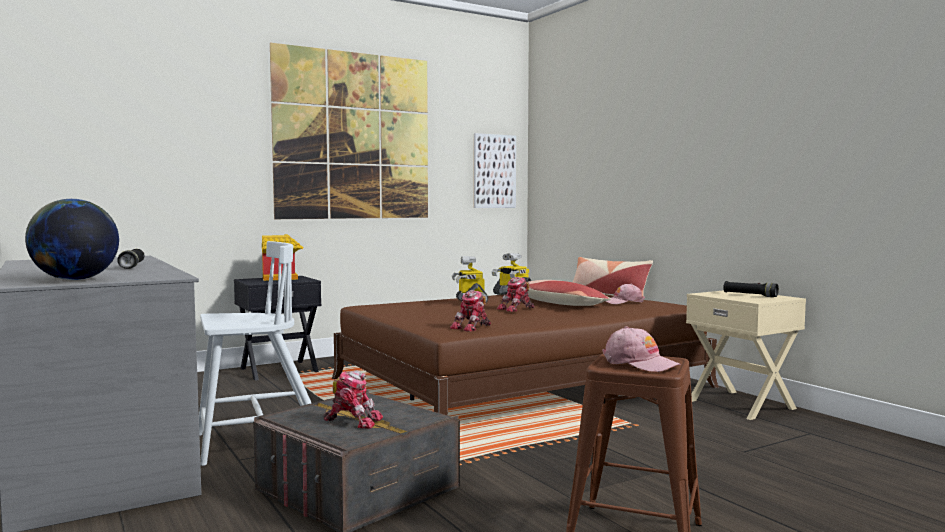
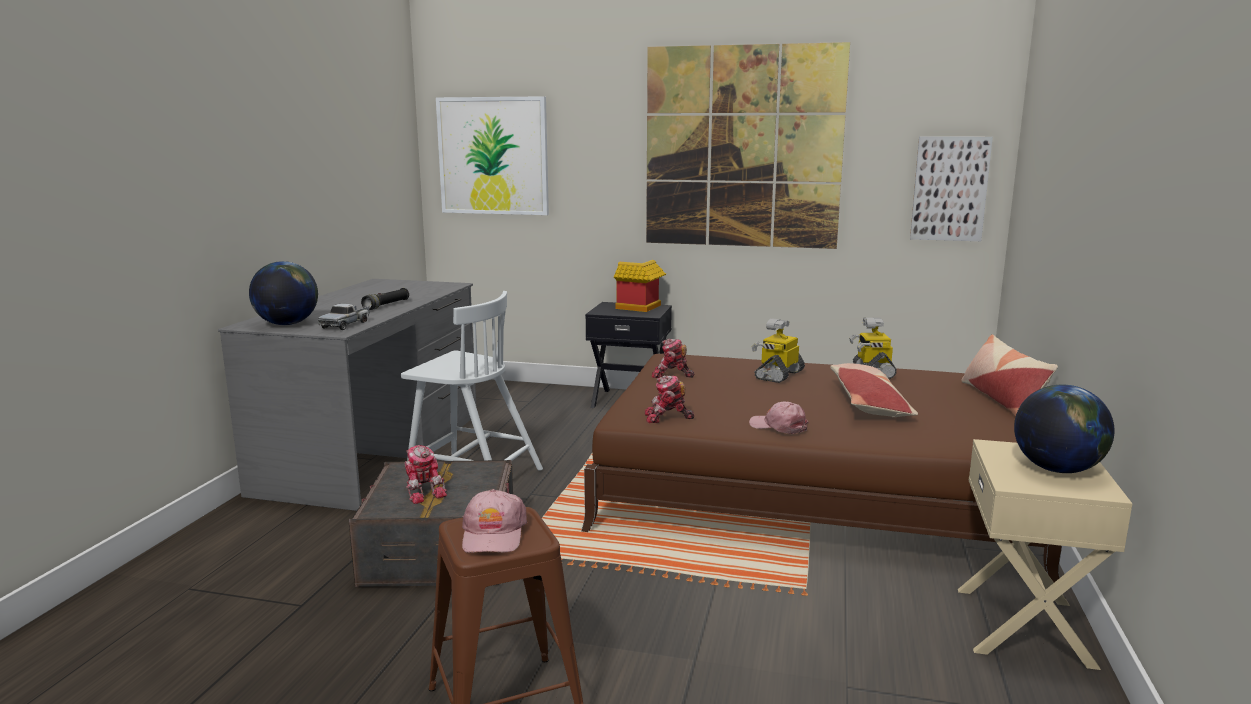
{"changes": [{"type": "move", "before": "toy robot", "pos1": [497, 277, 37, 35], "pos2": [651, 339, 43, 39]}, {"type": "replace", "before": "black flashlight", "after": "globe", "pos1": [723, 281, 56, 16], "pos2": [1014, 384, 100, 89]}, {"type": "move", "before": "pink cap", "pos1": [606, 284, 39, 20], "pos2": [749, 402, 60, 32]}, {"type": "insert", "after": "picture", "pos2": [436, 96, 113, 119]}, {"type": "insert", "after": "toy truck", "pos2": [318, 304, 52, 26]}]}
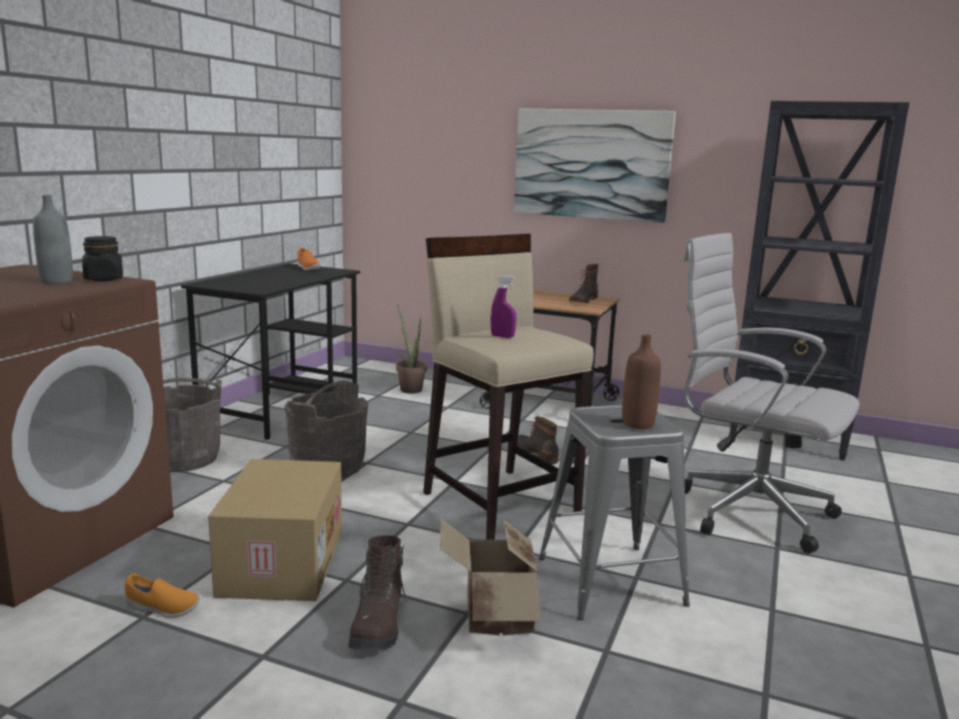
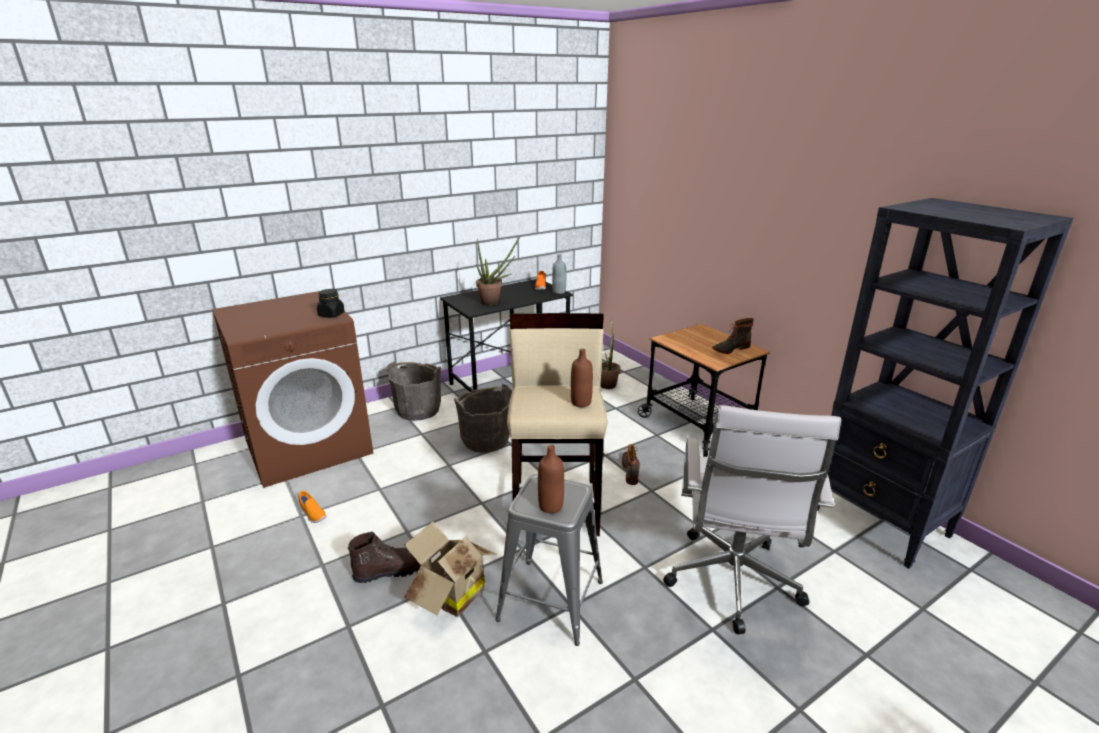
{"changes": [{"type": "delete", "before": "picture", "pos1": [514, 108, 162, 115]}, {"type": "move", "before": "grey bottle", "pos1": [33, 195, 40, 89], "pos2": [552, 254, 14, 40]}, {"type": "rotate", "before": "white office chair", "pos1": [683, 233, 177, 320], "pos2": [663, 405, 178, 229], "turn": -150}, {"type": "delete", "before": "purple spray bottle", "pos1": [490, 275, 26, 63]}, {"type": "delete", "before": "cardboard box", "pos1": [208, 459, 134, 142]}, {"type": "rotate", "before": "brown boot", "pos1": [348, 535, 59, 116], "pos2": [348, 531, 73, 52], "turn": -150}, {"type": "insert", "after": "potted plant", "pos2": [476, 237, 44, 69]}, {"type": "insert", "after": "brown bottle", "pos2": [571, 349, 22, 58]}]}
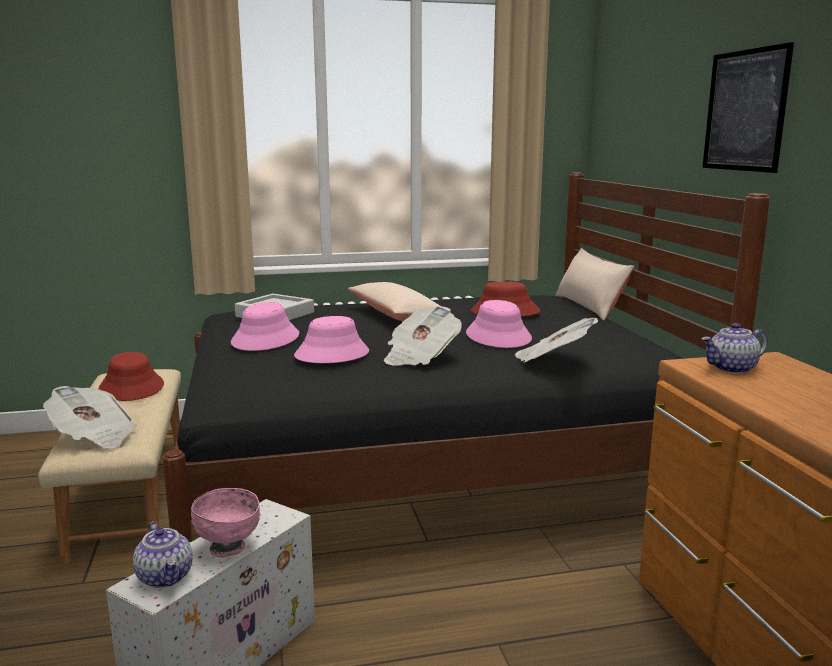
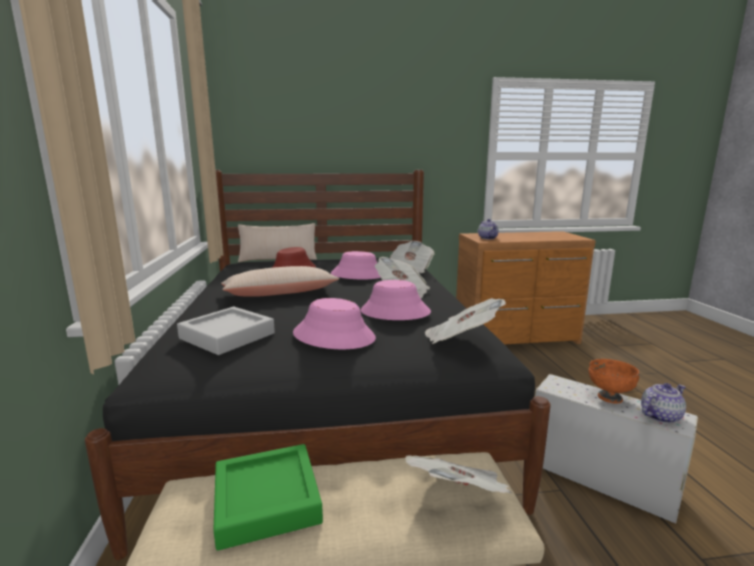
{"changes": [{"type": "delete", "before": "picture", "pos1": [702, 42, 92, 131]}, {"type": "replace", "before": "red hat", "after": "green tray", "pos1": [99, 352, 65, 49], "pos2": [213, 444, 110, 107]}, {"type": "recolor", "before": "pink bowl", "after": "orange bowl", "pos1": [191, 488, 70, 70], "pos2": [589, 359, 50, 45]}, {"type": "insert", "after": "newspaper", "pos2": [425, 298, 81, 46]}]}
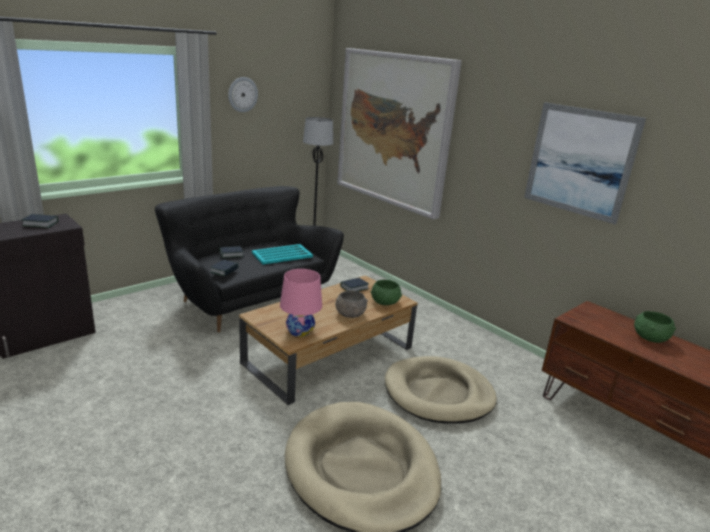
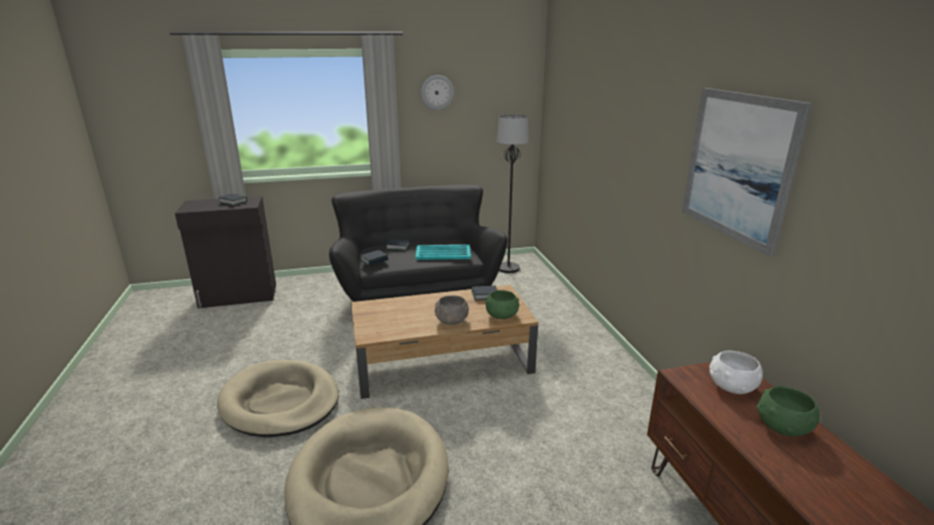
{"changes": [{"type": "delete", "before": "picture", "pos1": [337, 48, 125, 172]}, {"type": "delete", "before": "pink table lamp", "pos1": [280, 269, 42, 68]}, {"type": "move", "before": "beige dog bed", "pos1": [385, 356, 112, 68], "pos2": [217, 360, 122, 77]}, {"type": "insert", "after": "white bowl", "pos2": [709, 350, 54, 44]}]}
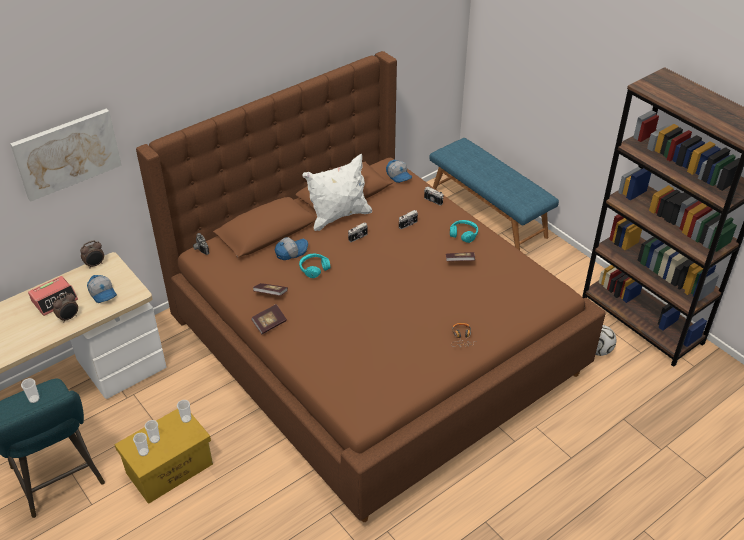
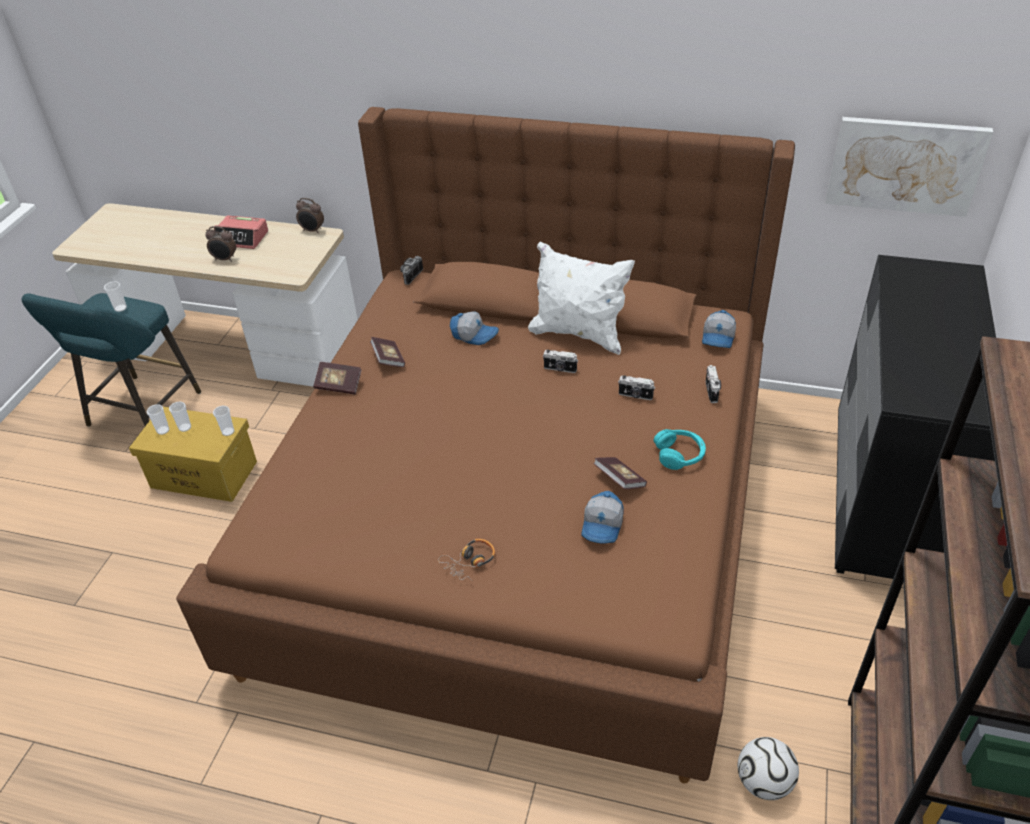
{"changes": [{"type": "move", "before": "picture", "pos1": [10, 108, 112, 94], "pos2": [825, 117, 168, 100]}, {"type": "replace", "before": "blue bench", "after": "black dresser", "pos1": [429, 138, 130, 112], "pos2": [835, 255, 161, 324]}, {"type": "delete", "before": "turquoise headphones", "pos1": [299, 254, 32, 24]}, {"type": "move", "before": "cap", "pos1": [87, 275, 30, 28], "pos2": [581, 491, 43, 52]}]}
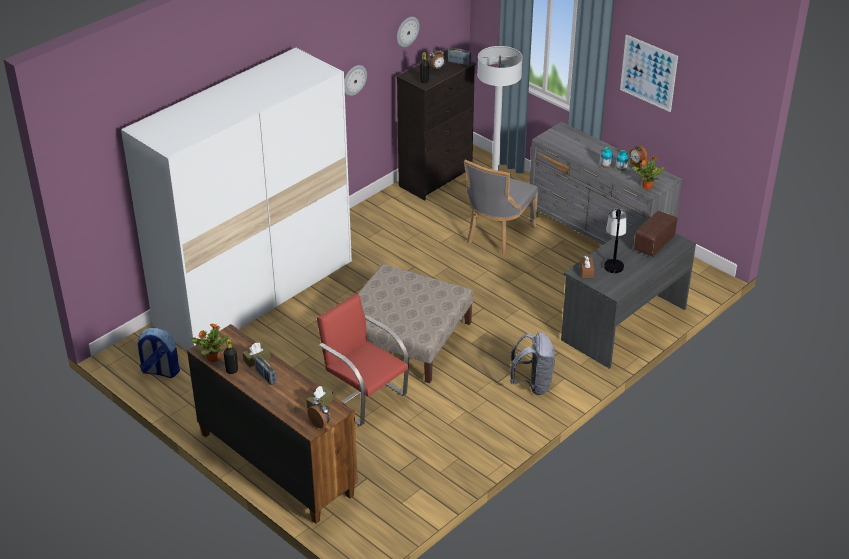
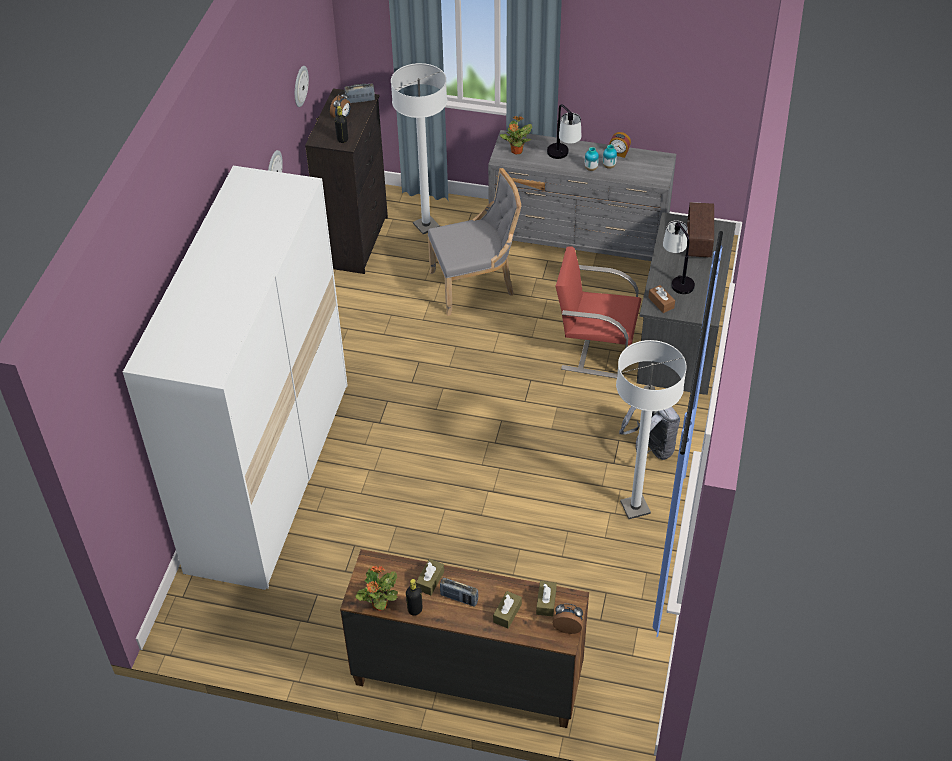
{"changes": [{"type": "delete", "before": "picture", "pos1": [620, 34, 58, 78]}, {"type": "move", "before": "potted plant", "pos1": [633, 156, 32, 34], "pos2": [500, 116, 32, 38]}, {"type": "rotate", "before": "grey chair", "pos1": [464, 159, 74, 96], "pos2": [428, 168, 93, 148], "turn": -105}, {"type": "delete", "before": "beige ottoman", "pos1": [358, 264, 115, 119]}, {"type": "move", "before": "red chair", "pos1": [317, 294, 92, 132], "pos2": [555, 246, 86, 132]}, {"type": "delete", "before": "backpack", "pos1": [137, 328, 43, 50]}, {"type": "insert", "after": "table lamp", "pos2": [547, 104, 35, 55]}, {"type": "insert", "after": "white floor lamp", "pos2": [616, 340, 71, 179]}, {"type": "insert", "after": "brown tissue box", "pos2": [493, 591, 29, 38]}]}
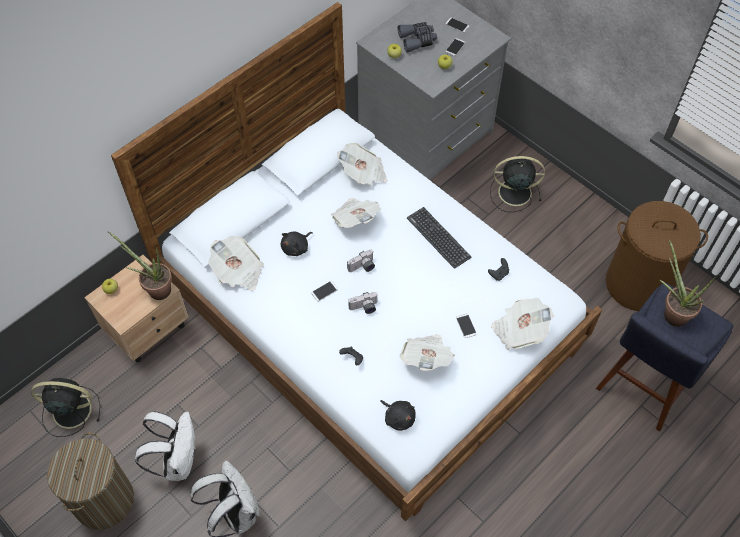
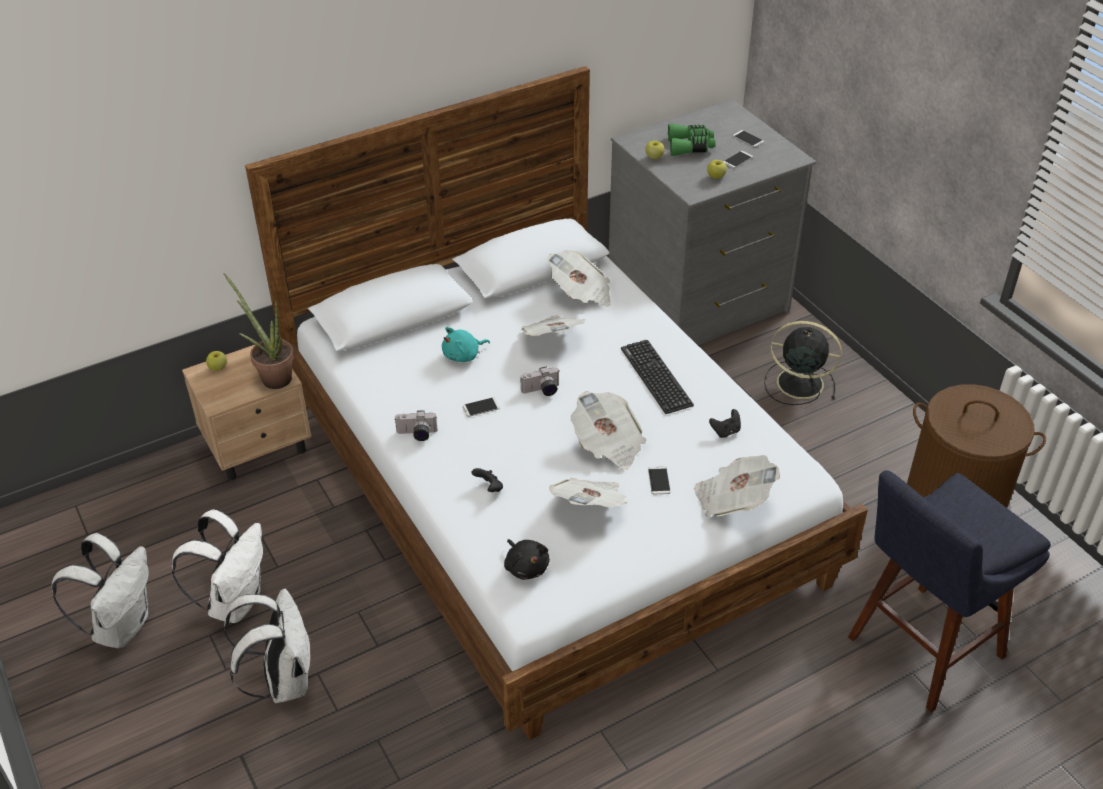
{"changes": [{"type": "recolor", "before": "grey binoculars", "after": "green binoculars", "pos1": [398, 22, 39, 31], "pos2": [668, 124, 48, 32]}, {"type": "recolor", "before": "black plush toy", "after": "turquoise plush toy", "pos1": [281, 232, 32, 24], "pos2": [442, 327, 48, 35]}, {"type": "move", "before": "newspaper", "pos1": [208, 236, 56, 55], "pos2": [571, 391, 75, 79]}, {"type": "delete", "before": "potted plant", "pos1": [660, 239, 56, 88]}, {"type": "move", "before": "photo camera", "pos1": [348, 292, 29, 22], "pos2": [395, 410, 43, 31]}, {"type": "delete", "before": "black fan", "pos1": [31, 378, 69, 59]}, {"type": "replace", "before": "laundry basket", "after": "white backpack", "pos1": [47, 432, 87, 98], "pos2": [52, 533, 97, 115]}]}
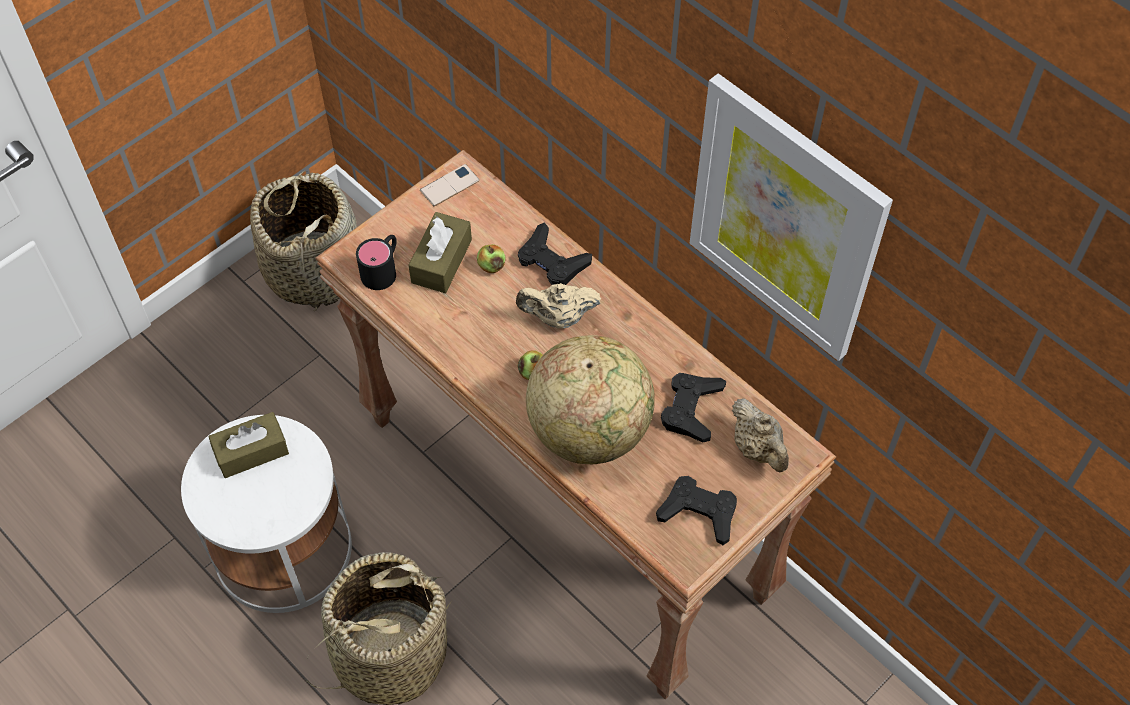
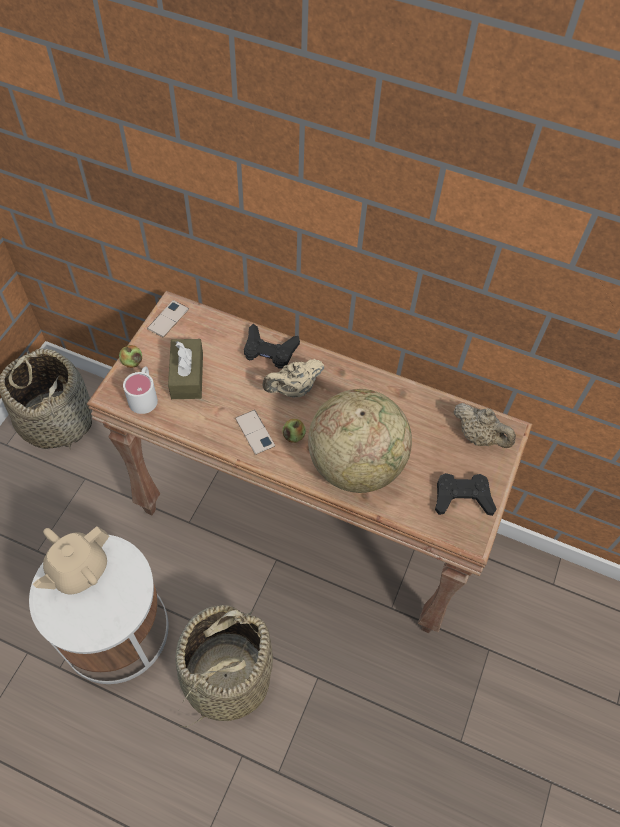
{"changes": [{"type": "delete", "before": "picture", "pos1": [690, 74, 203, 287]}, {"type": "recolor", "before": "black mug", "after": "white mug", "pos1": [356, 235, 41, 55], "pos2": [123, 367, 35, 47]}, {"type": "move", "before": "apple", "pos1": [477, 244, 29, 29], "pos2": [119, 345, 23, 23]}, {"type": "delete", "before": "black game controller", "pos1": [661, 373, 65, 69]}, {"type": "replace", "before": "brown tissue box", "after": "beige teapot", "pos1": [208, 412, 81, 66], "pos2": [33, 526, 76, 68]}, {"type": "insert", "after": "phone", "pos2": [235, 410, 40, 45]}]}
